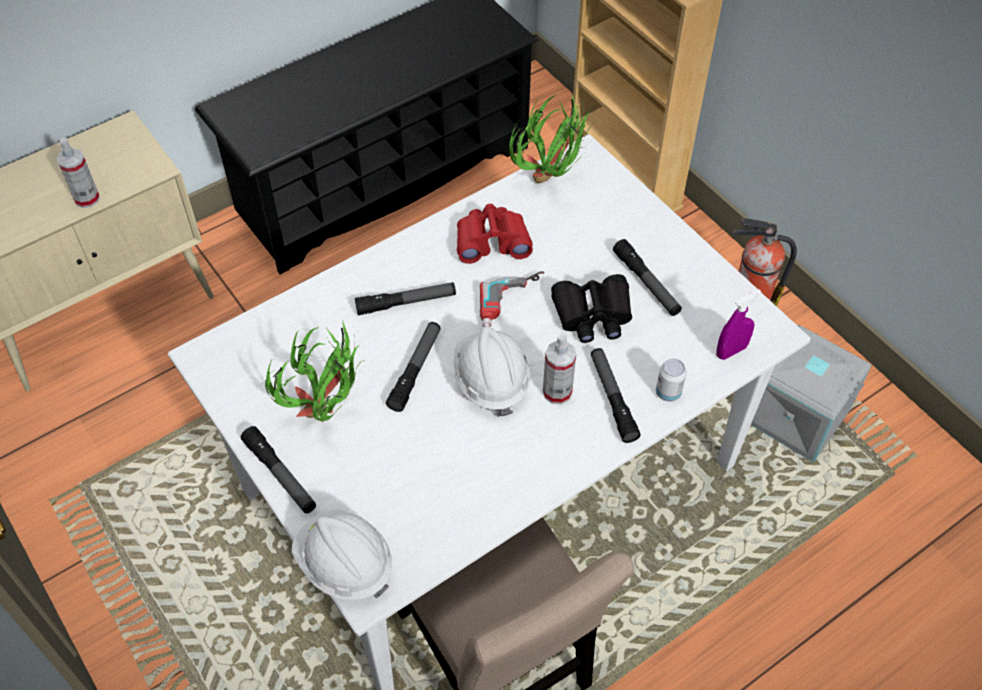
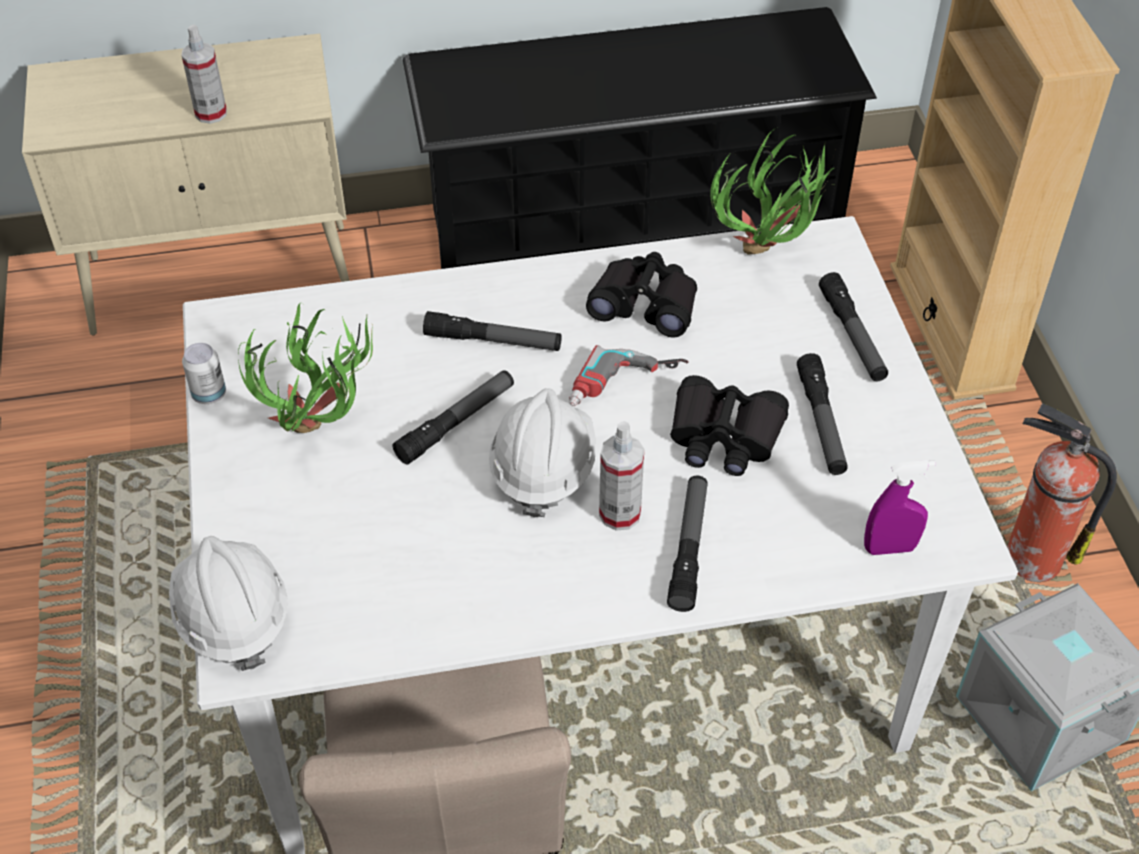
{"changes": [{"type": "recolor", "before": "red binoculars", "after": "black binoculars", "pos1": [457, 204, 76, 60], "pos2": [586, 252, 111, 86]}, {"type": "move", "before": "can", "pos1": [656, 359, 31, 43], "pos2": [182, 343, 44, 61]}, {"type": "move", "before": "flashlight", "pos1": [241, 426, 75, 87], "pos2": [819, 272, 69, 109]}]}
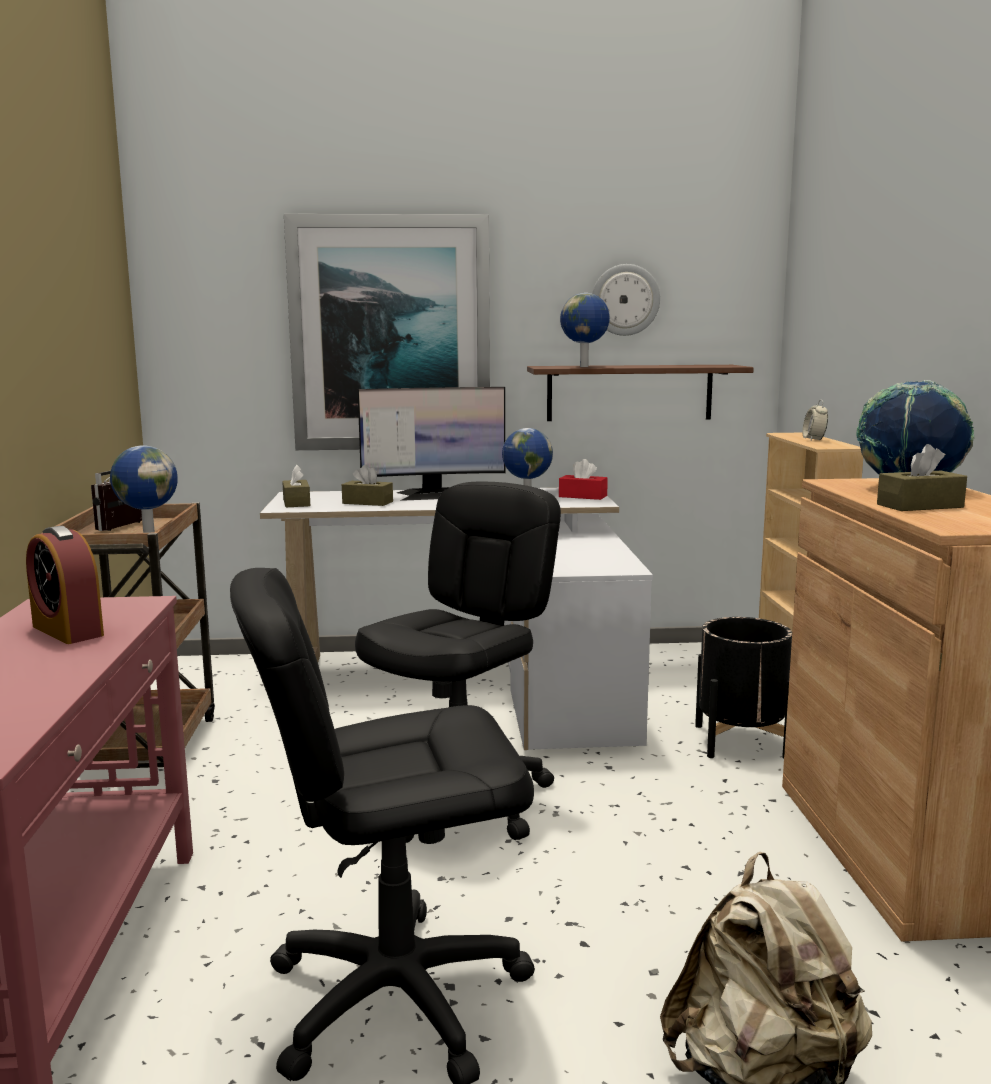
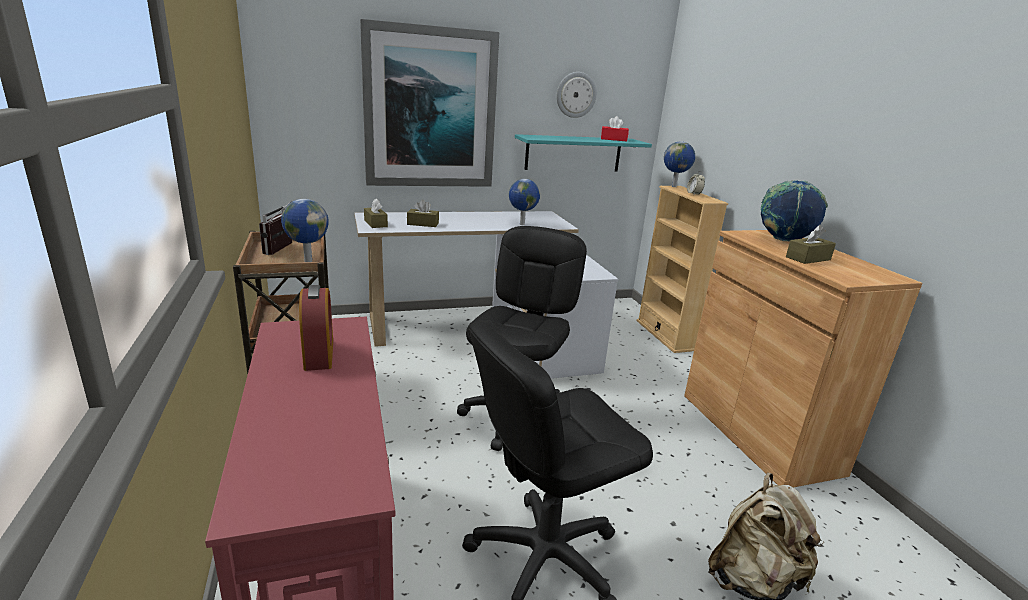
{"changes": [{"type": "move", "before": "globe", "pos1": [560, 293, 50, 74], "pos2": [664, 141, 31, 46]}, {"type": "recolor", "before": "brown shelf", "after": "turquoise shelf", "pos1": [527, 365, 227, 56], "pos2": [515, 134, 137, 38]}, {"type": "delete", "before": "monitor", "pos1": [358, 387, 147, 114]}, {"type": "move", "before": "red tissue box", "pos1": [559, 459, 49, 41], "pos2": [601, 116, 28, 25]}, {"type": "rotate", "before": "alarm clock", "pos1": [26, 526, 78, 118], "pos2": [299, 285, 34, 86], "turn": -135}, {"type": "delete", "before": "black planter", "pos1": [695, 617, 97, 142]}]}
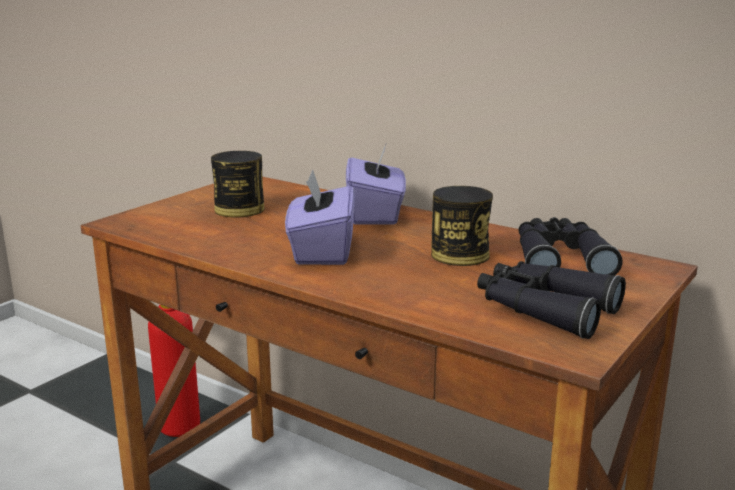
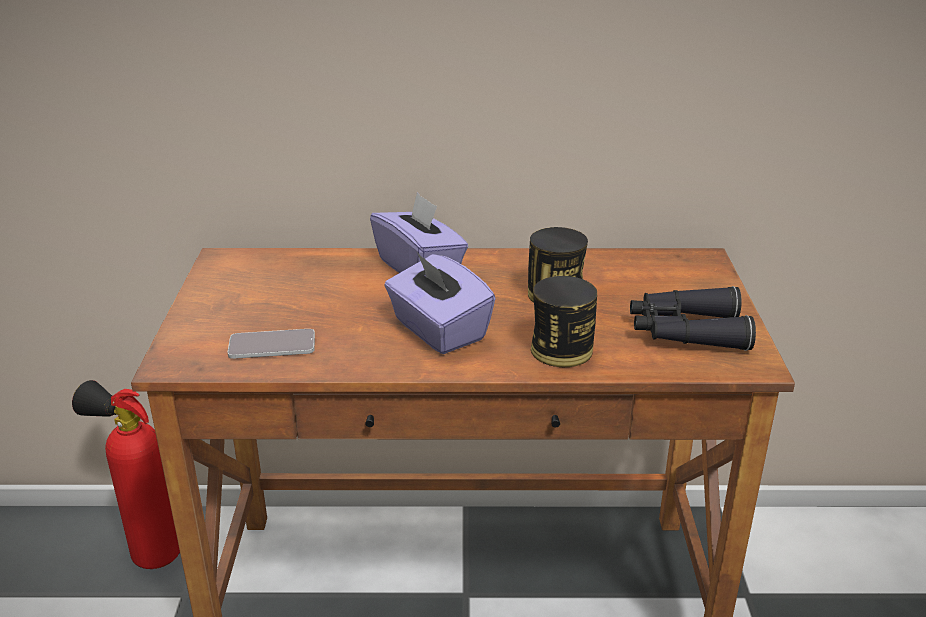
{"changes": [{"type": "move", "before": "can", "pos1": [211, 151, 53, 67], "pos2": [531, 276, 66, 91]}, {"type": "delete", "before": "black binoculars", "pos1": [518, 217, 104, 58]}, {"type": "insert", "after": "phone", "pos2": [228, 329, 87, 30]}]}
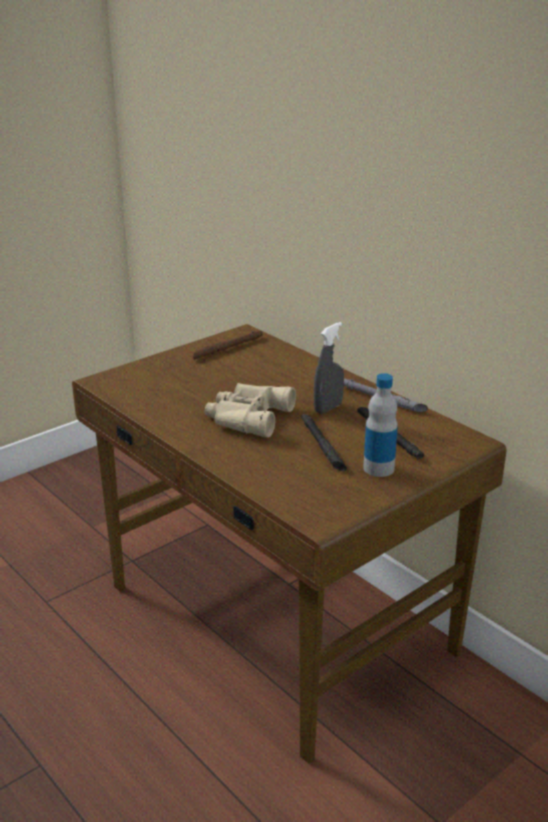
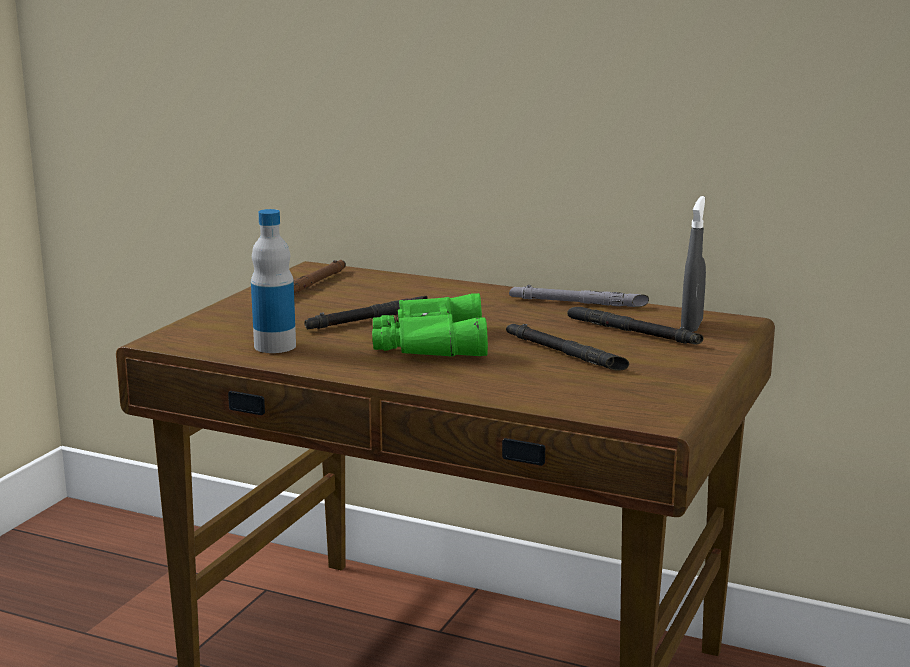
{"changes": [{"type": "move", "before": "grey spray bottle", "pos1": [314, 322, 30, 92], "pos2": [681, 196, 25, 136]}, {"type": "move", "before": "bottle", "pos1": [363, 373, 35, 104], "pos2": [251, 209, 45, 144]}, {"type": "recolor", "before": "beige binoculars", "after": "green binoculars", "pos1": [205, 383, 91, 55], "pos2": [372, 293, 116, 64]}, {"type": "insert", "after": "black flashlight", "pos2": [304, 296, 124, 34]}]}
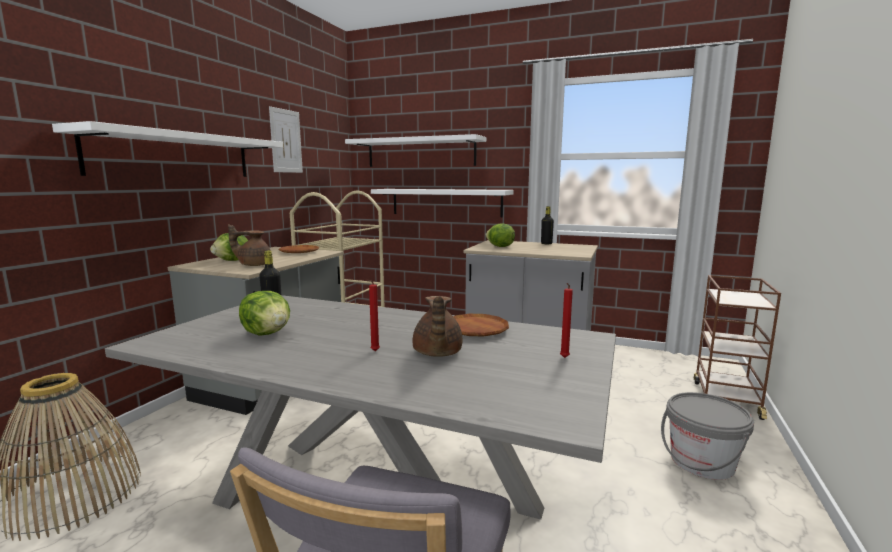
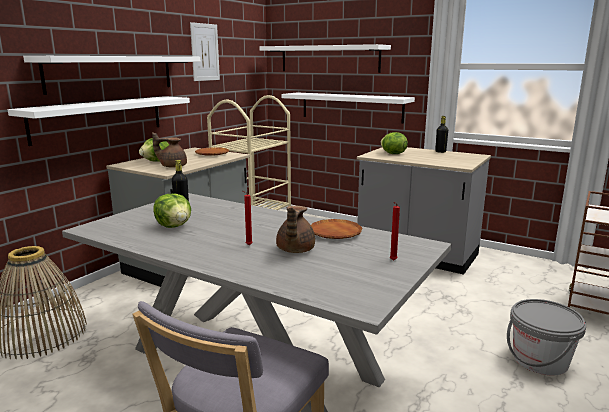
{"changes": [{"type": "insert", "after": "white shelf", "pos2": [8, 96, 182, 50]}]}
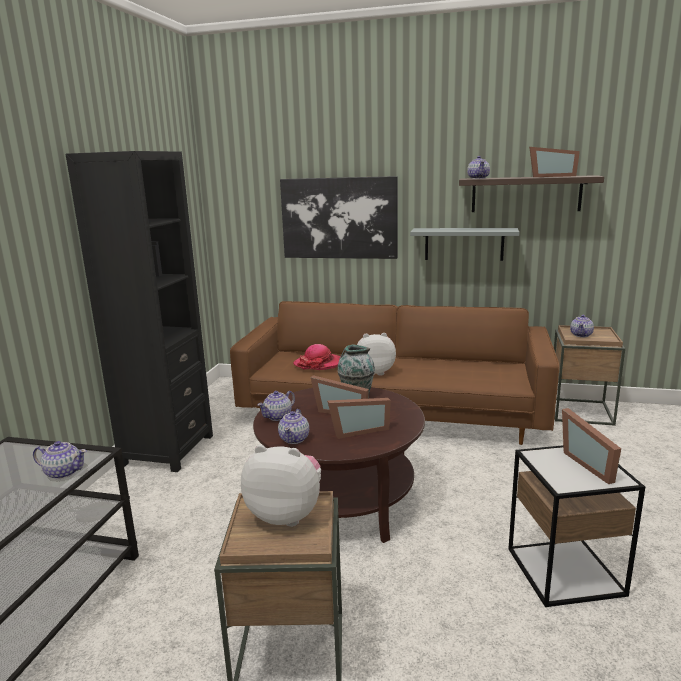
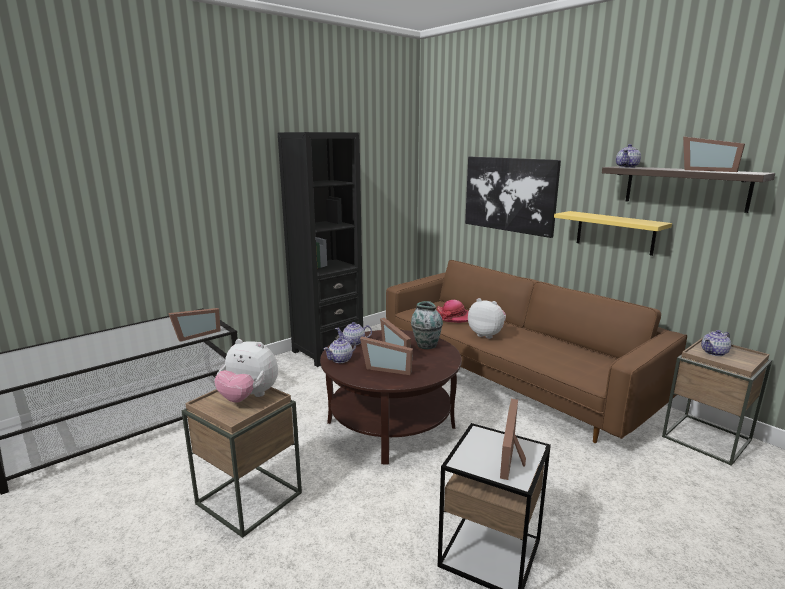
{"changes": [{"type": "recolor", "before": "grey shelf", "after": "yellow shelf", "pos1": [410, 228, 110, 33], "pos2": [554, 211, 118, 45]}, {"type": "replace", "before": "teapot", "after": "picture frame", "pos1": [33, 441, 54, 38], "pos2": [168, 308, 53, 34]}, {"type": "rotate", "before": "plush toy", "pos1": [241, 445, 80, 82], "pos2": [214, 339, 64, 64], "turn": 150}]}
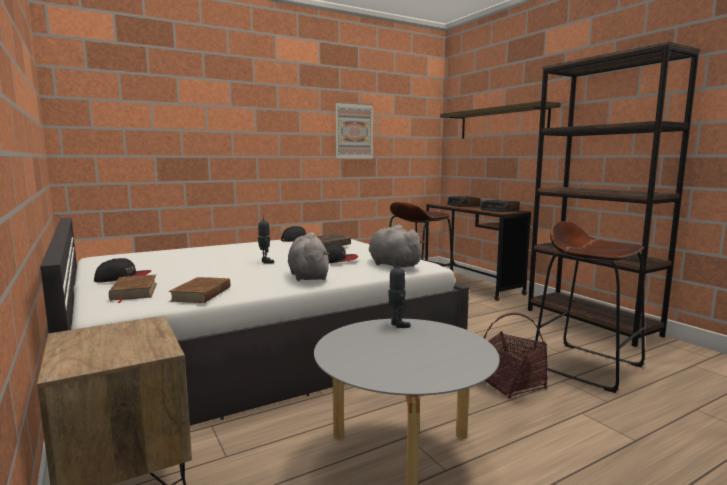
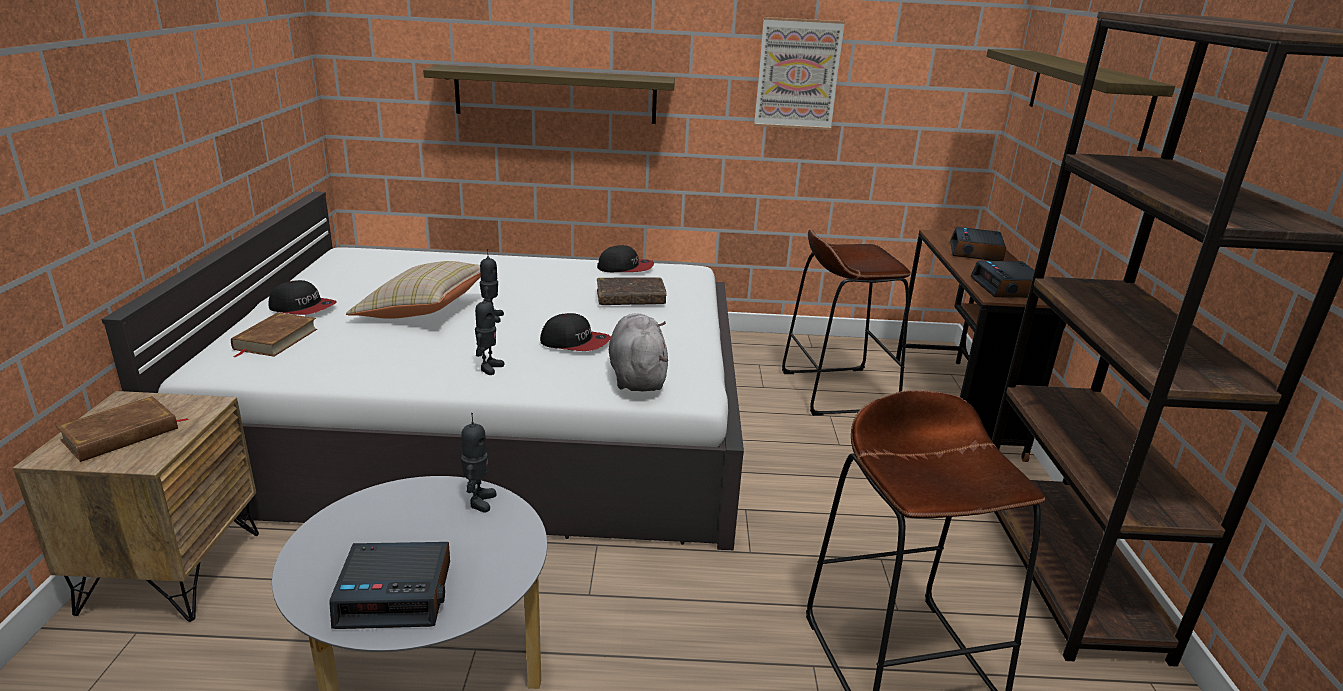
{"changes": [{"type": "replace", "before": "grey plush toy", "after": "toy robot", "pos1": [288, 232, 41, 49], "pos2": [475, 292, 29, 83]}, {"type": "move", "before": "brown book", "pos1": [169, 277, 61, 26], "pos2": [56, 396, 133, 66]}, {"type": "delete", "before": "basket", "pos1": [484, 313, 64, 86]}, {"type": "insert", "after": "shelf", "pos2": [423, 65, 252, 59]}, {"type": "insert", "after": "beige pillow", "pos2": [346, 261, 135, 58]}, {"type": "insert", "after": "alarm clock", "pos2": [329, 542, 121, 87]}]}
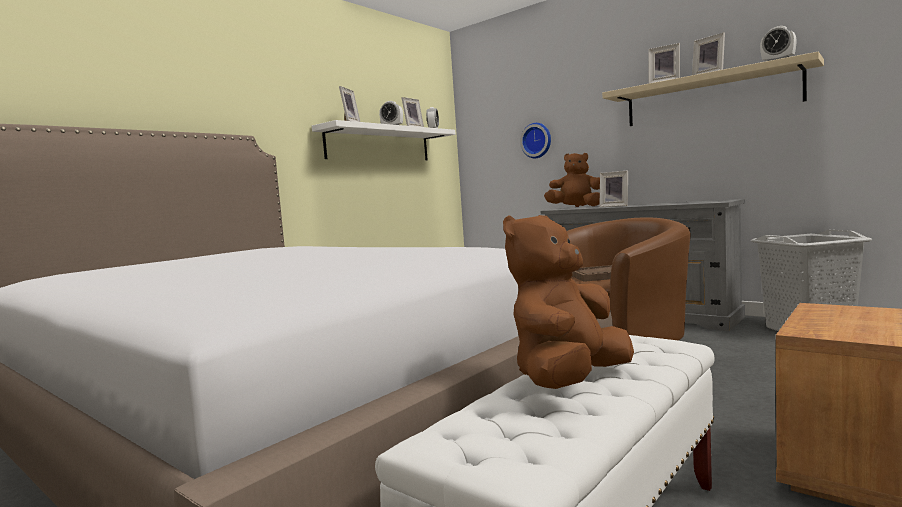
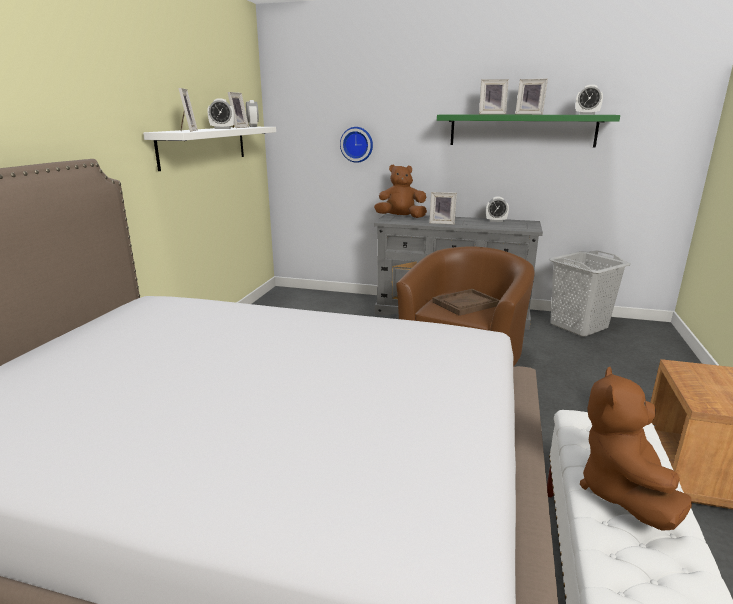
{"changes": [{"type": "recolor", "before": "beige shelf", "after": "green shelf", "pos1": [602, 52, 222, 74], "pos2": [437, 114, 183, 33]}, {"type": "insert", "after": "alarm clock", "pos2": [486, 196, 23, 26]}]}
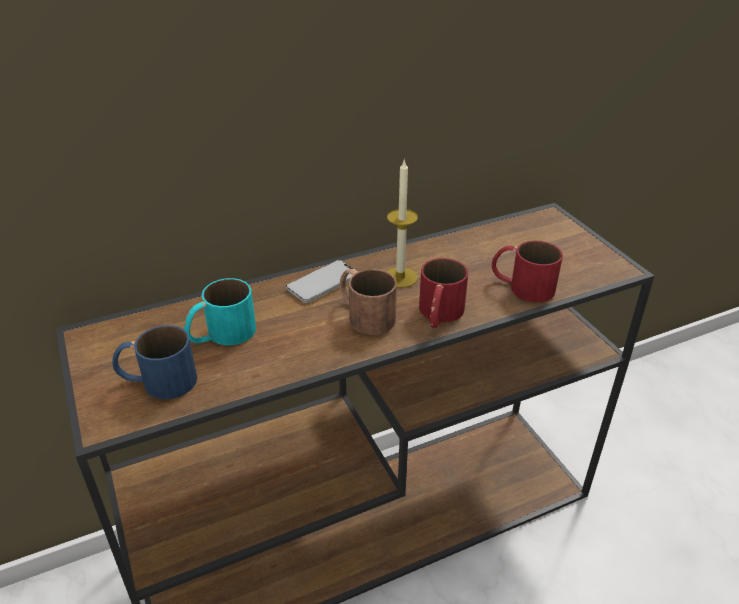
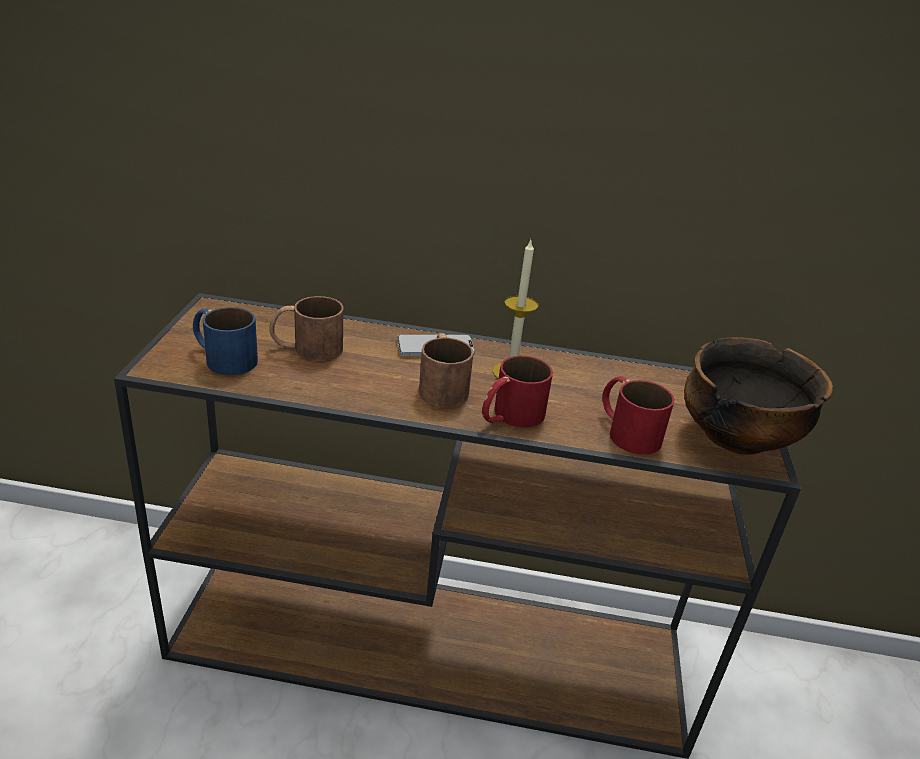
{"changes": [{"type": "recolor", "before": "turquoise mug", "after": "brown mug", "pos1": [184, 278, 72, 67], "pos2": [269, 296, 74, 65]}, {"type": "insert", "after": "bowl", "pos2": [684, 337, 149, 118]}]}
